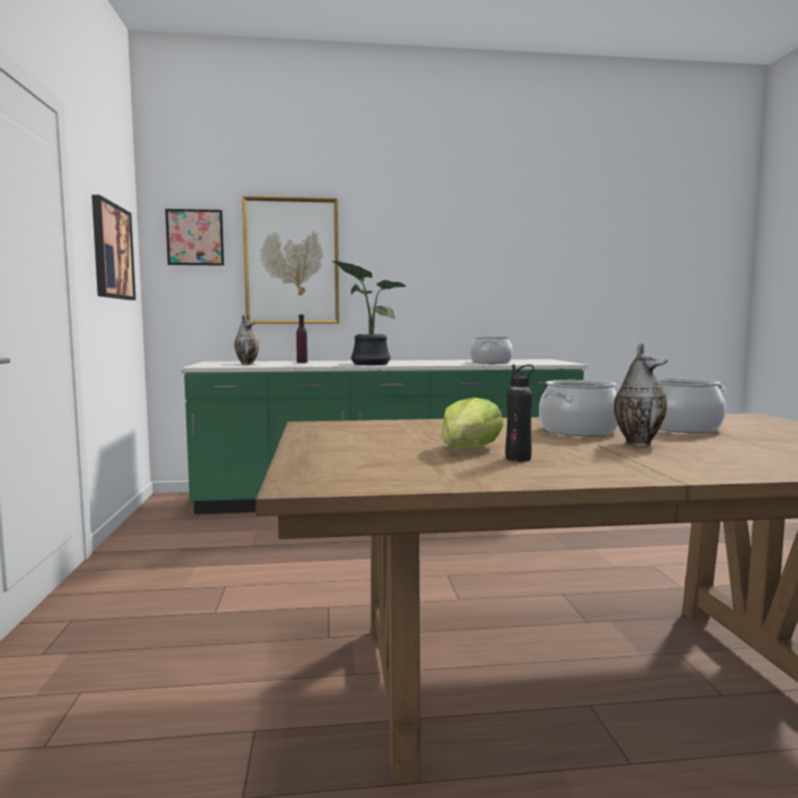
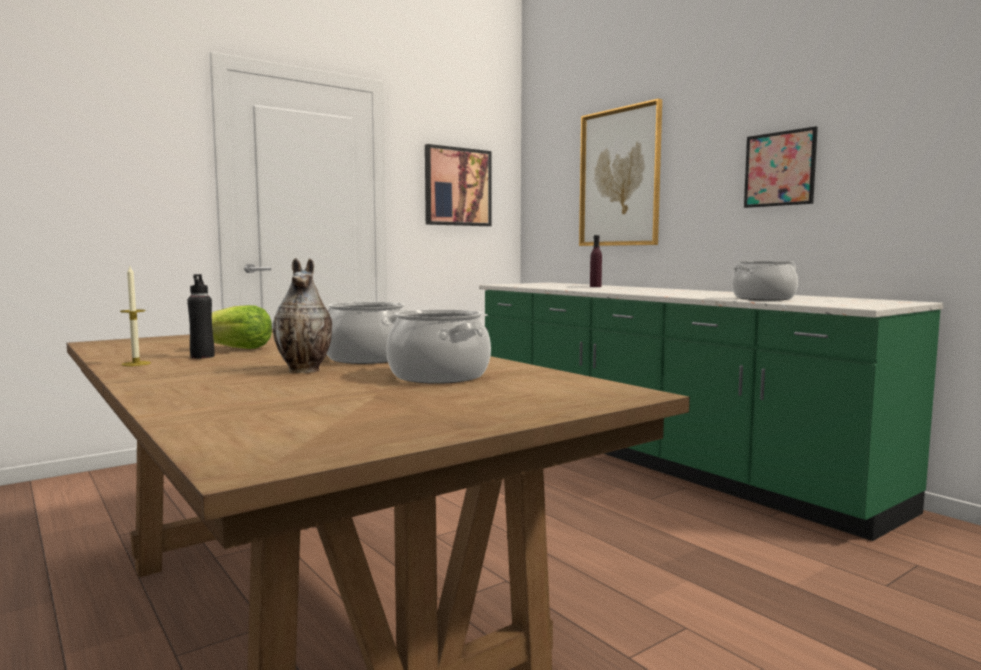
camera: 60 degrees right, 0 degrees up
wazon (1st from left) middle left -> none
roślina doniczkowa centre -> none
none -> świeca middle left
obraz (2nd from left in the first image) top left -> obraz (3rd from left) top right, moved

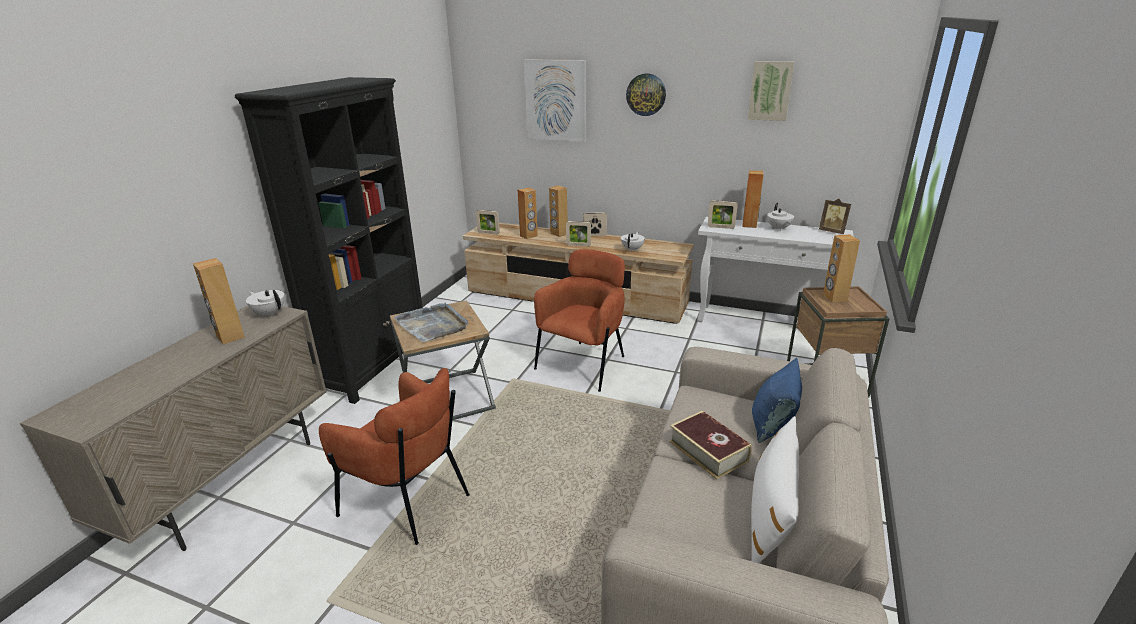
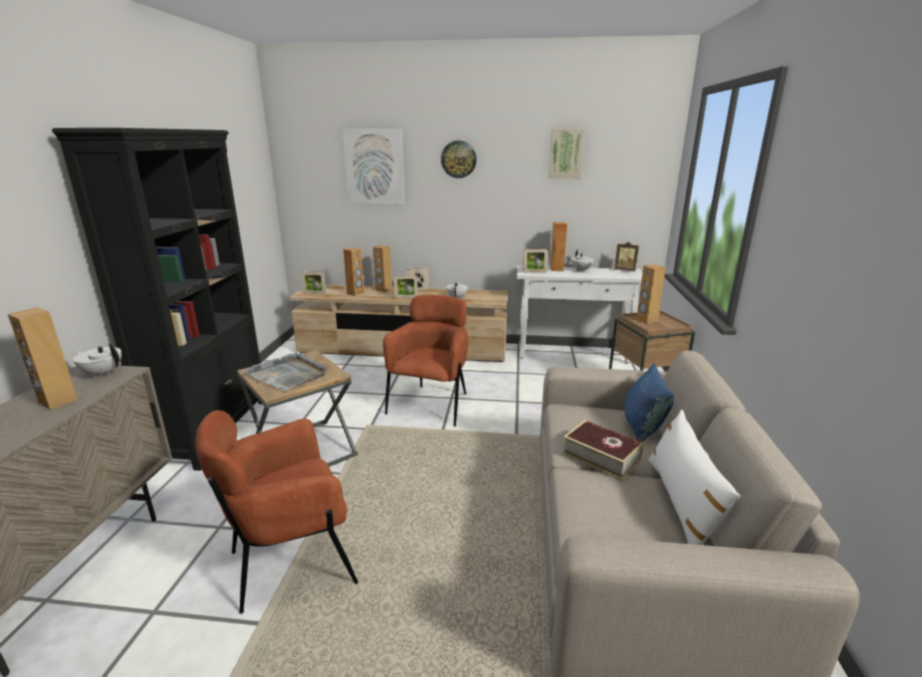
camera: 15 degrees left, 5 degrees down
fotel/brązowy (1st from left) bottom centre -> fotel/brązowy (1st from left) bottom left, 135 degrees clockwise

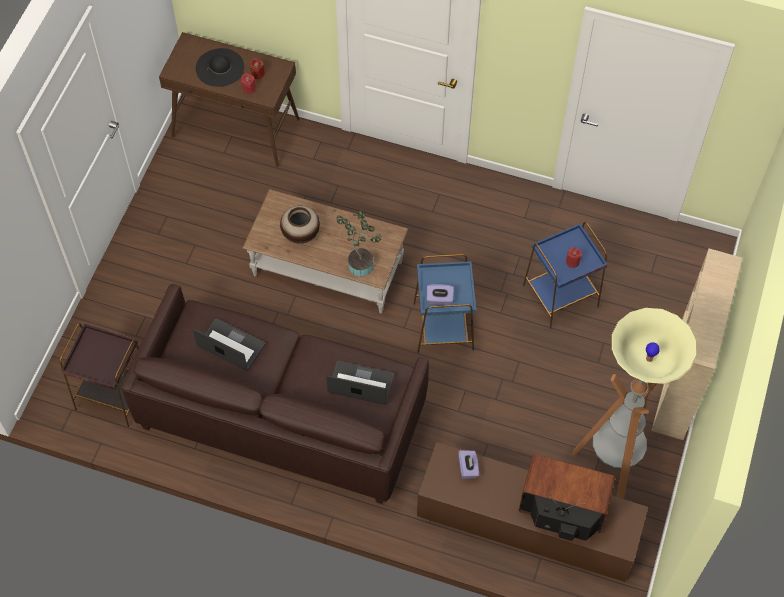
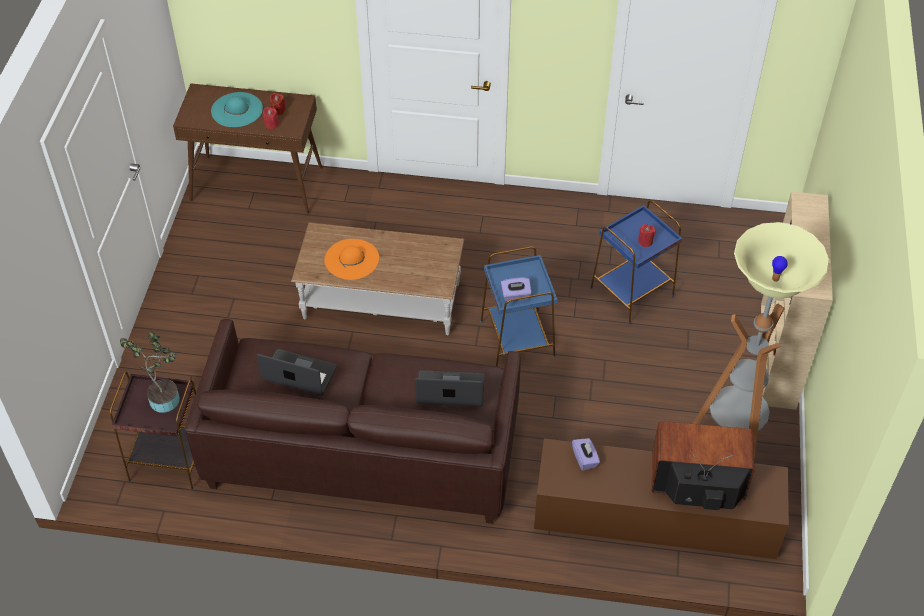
camera: 10 degrees left, 10 degrees down
roślina doniczkowa centre -> roślina doniczkowa middle left, moved
wazon centre -> kapelusz/pomarańczowy centre
kapelusz/czarny top left -> kapelusz/turkusowy top left

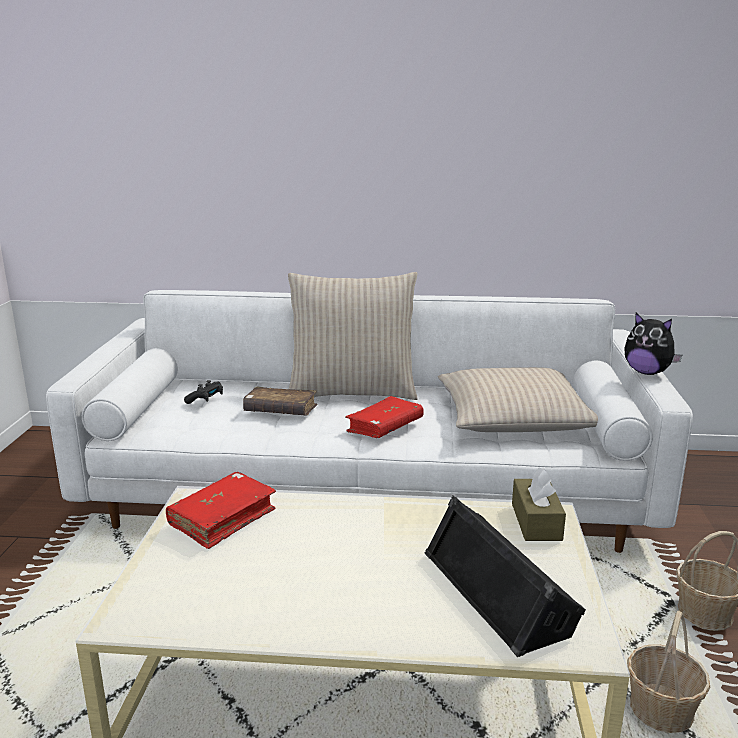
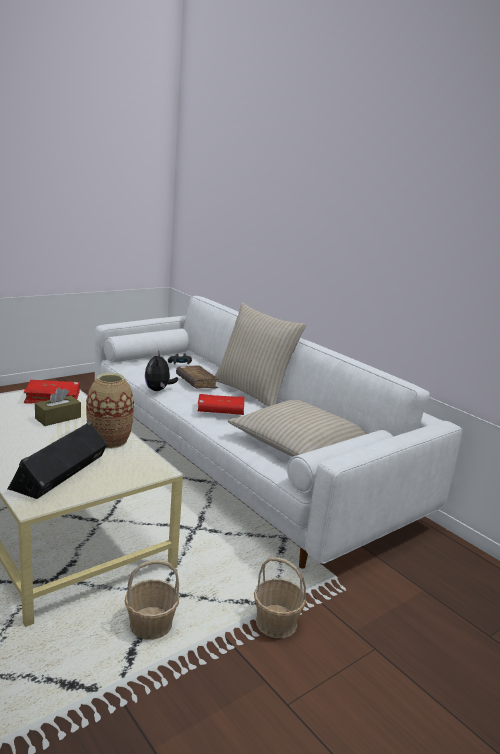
camera: 45 degrees right, 0 degrees up
none -> wazon middle left
pudełko chusteczek/brązowy bottom right -> pudełko chusteczek/brązowy middle left, moved
pluszak middle right -> pluszak middle left, moved

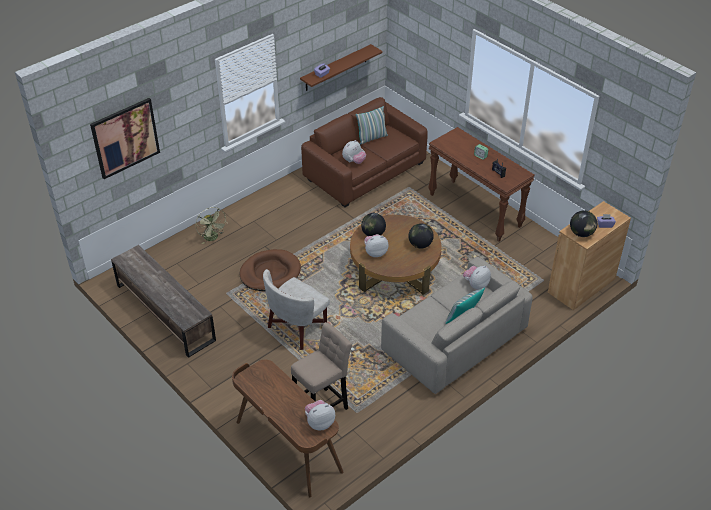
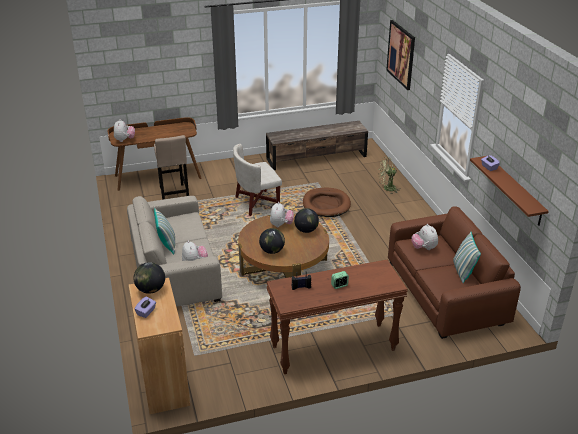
camera: 115 degrees right, 10 degrees down
fotel/biały centre, 90 degrees counterclockwise

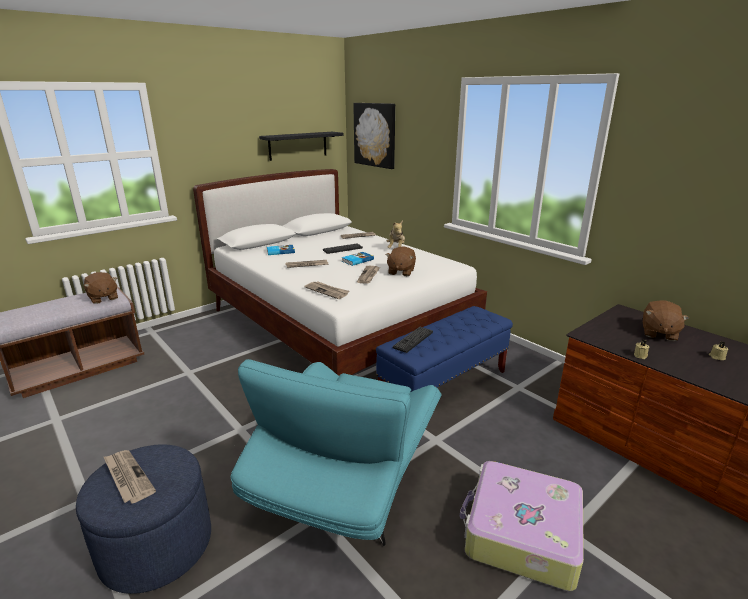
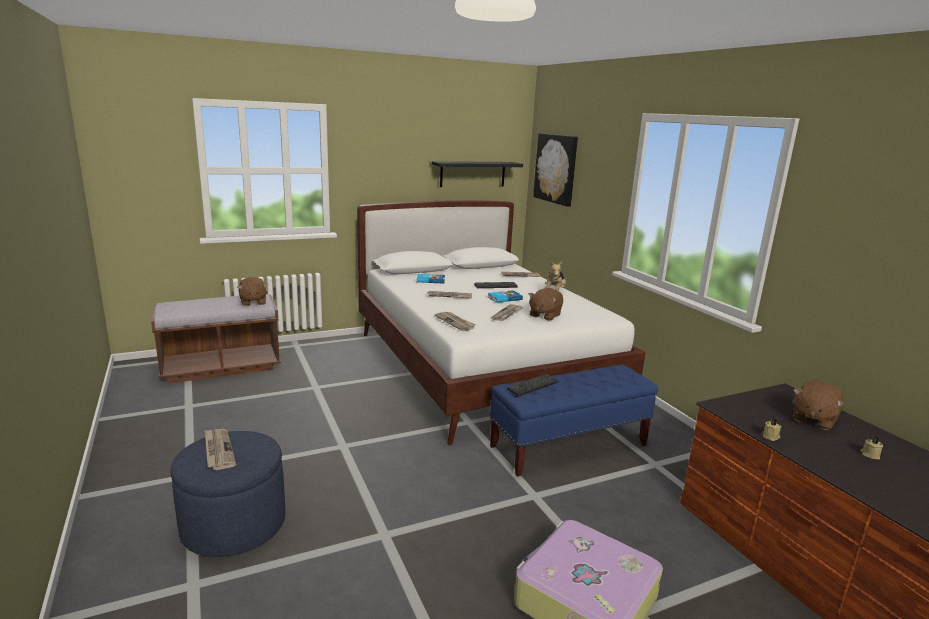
camera: 15 degrees right, 5 degrees down
fotel/turkusowy bottom centre -> none

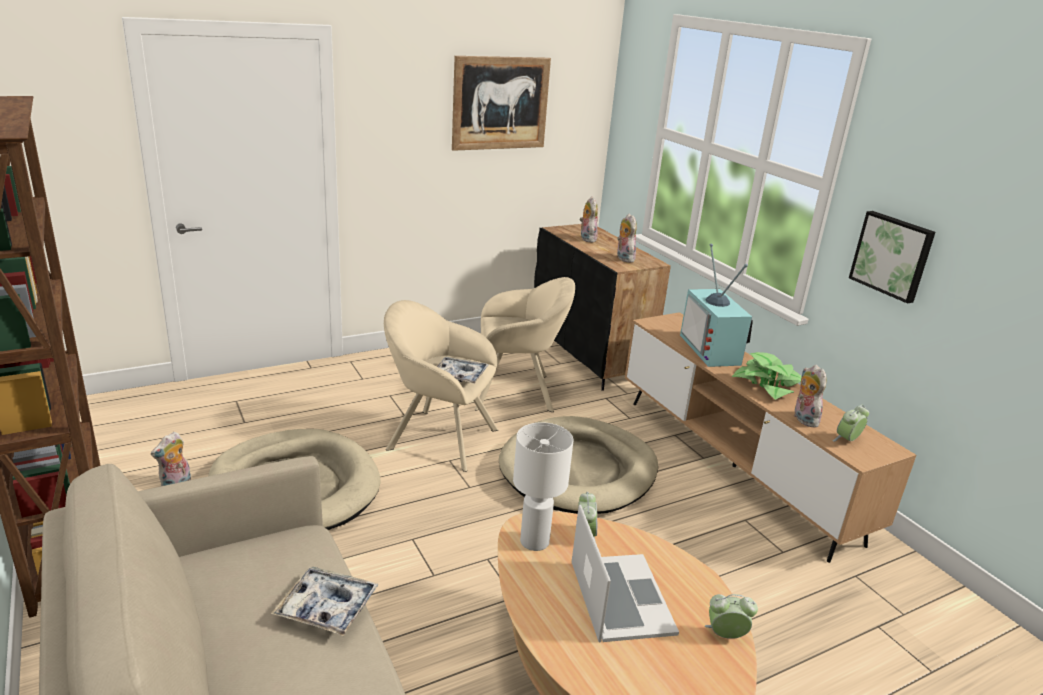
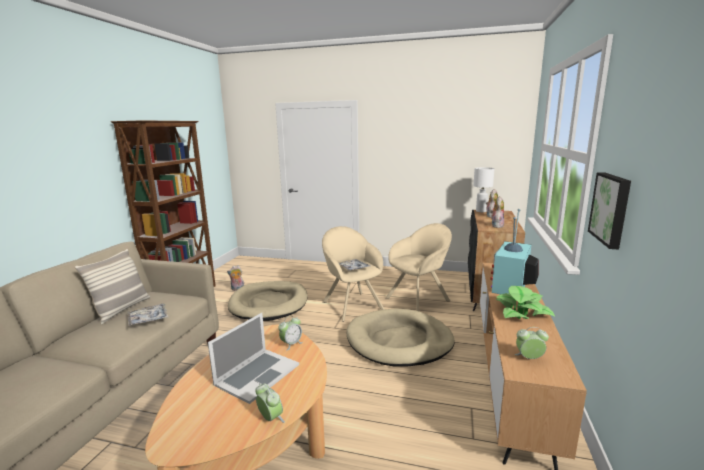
camera: 45 degrees right, 10 degrees down
obraz (1st from left) top centre -> none
pluszak (4th from left) middle right -> none
none -> poduszka middle left
lampa stołowa/biały bottom centre -> lampa stołowa/biały middle right, moved
fotel/beżowy (2nd from left) centre, 75 degrees counterclockwise

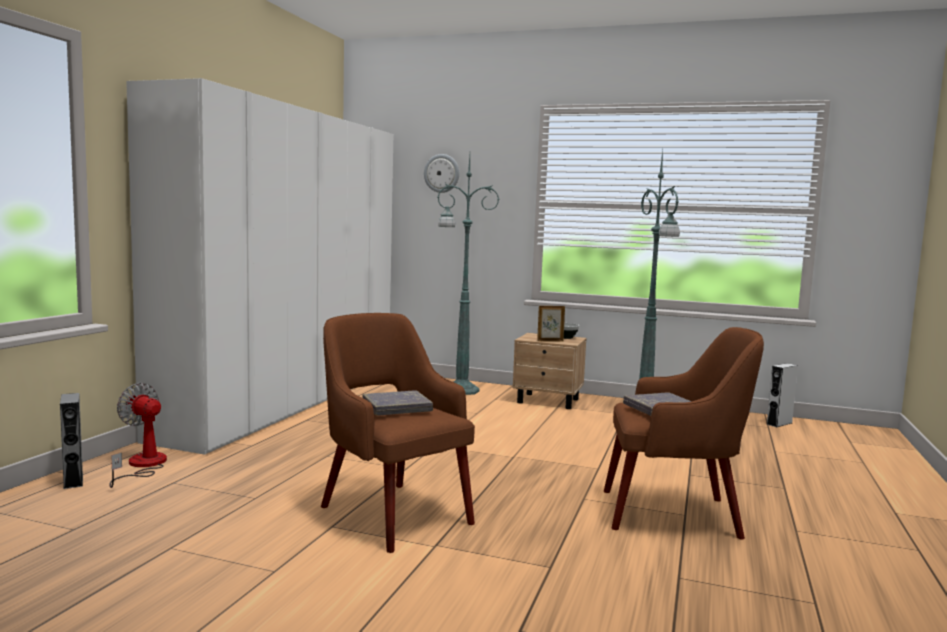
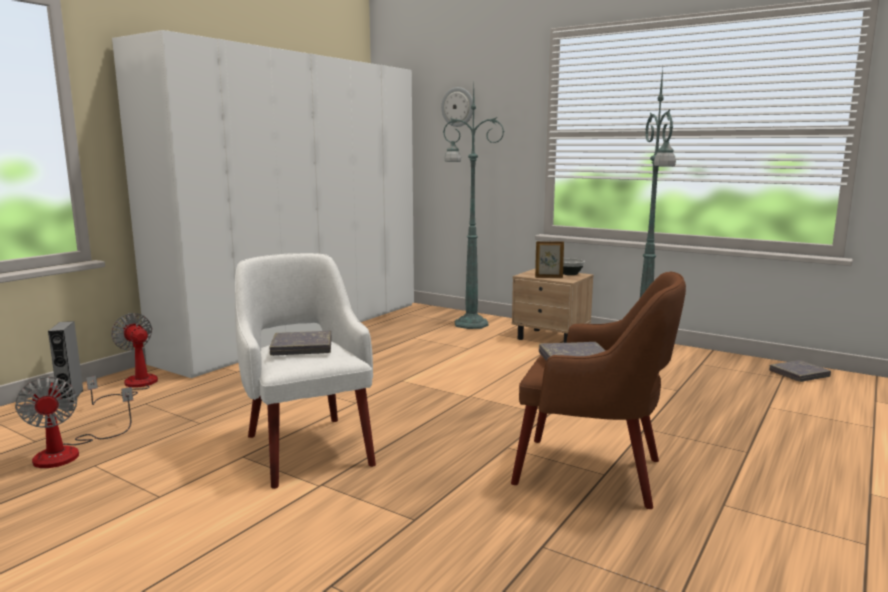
camera: 15 degrees right, 5 degrees up
none -> wentylator (1st from left) bottom left
głośnik/szary (2nd from left) middle right -> książka/szary (3rd from left) middle right
fotel/brązowy (1st from left) bottom centre -> fotel/biały centre

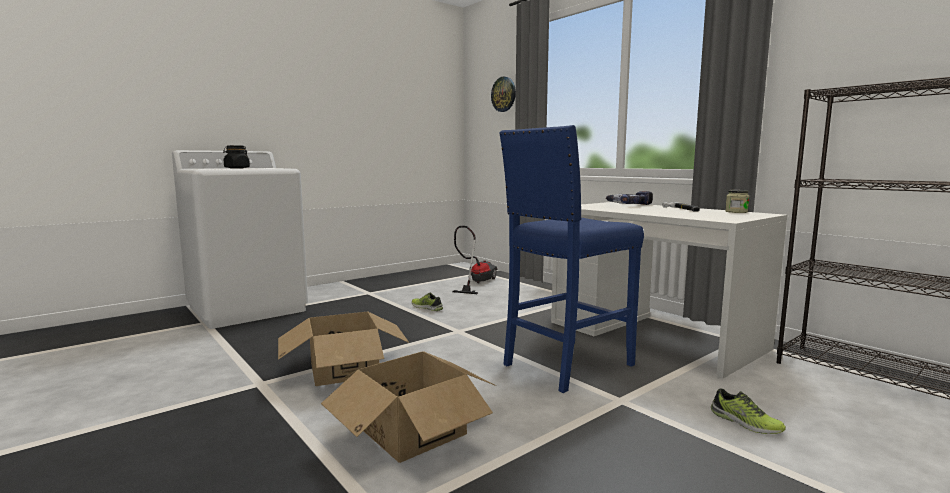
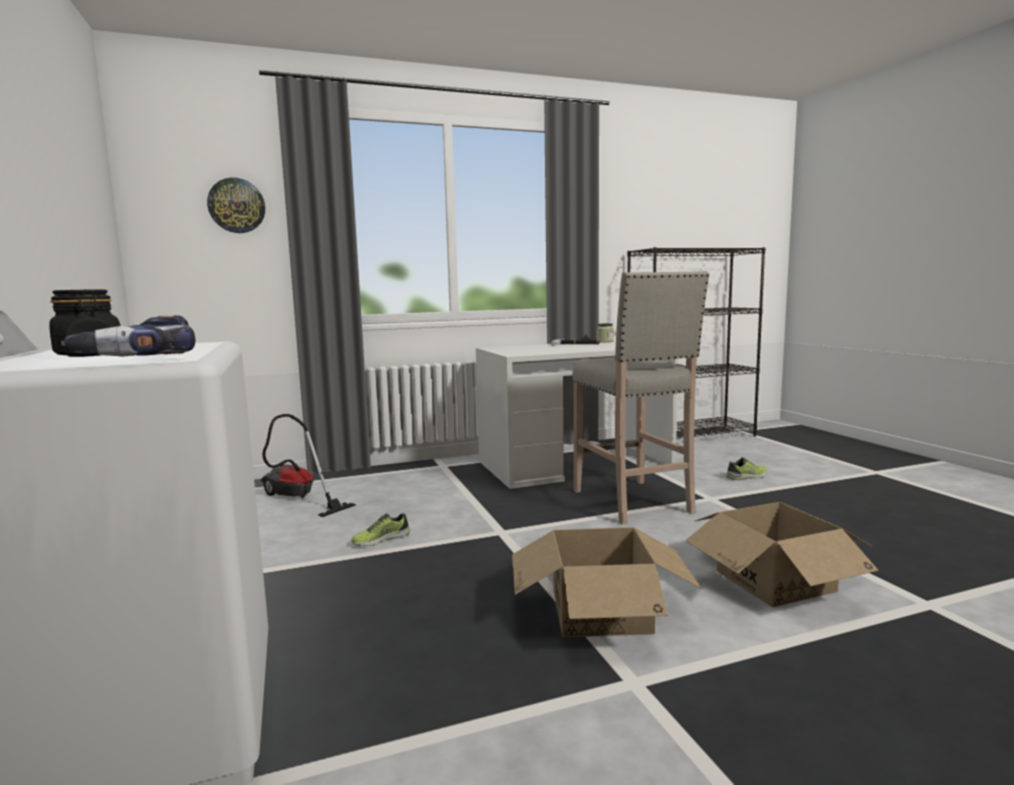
camera: 70 degrees left, 0 degrees up
wiertarka centre -> wiertarka middle left, moved
stołek/niebieski centre -> stołek/beżowy centre

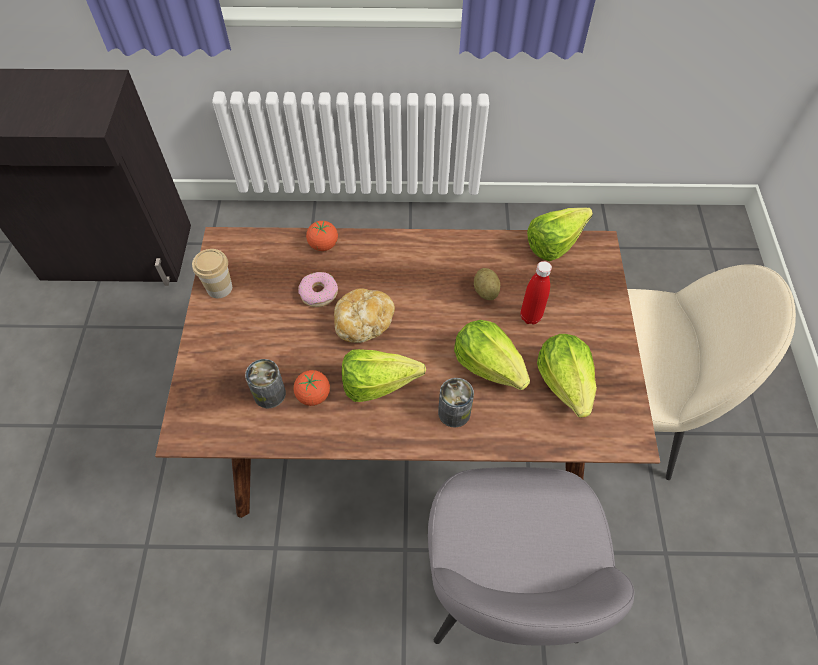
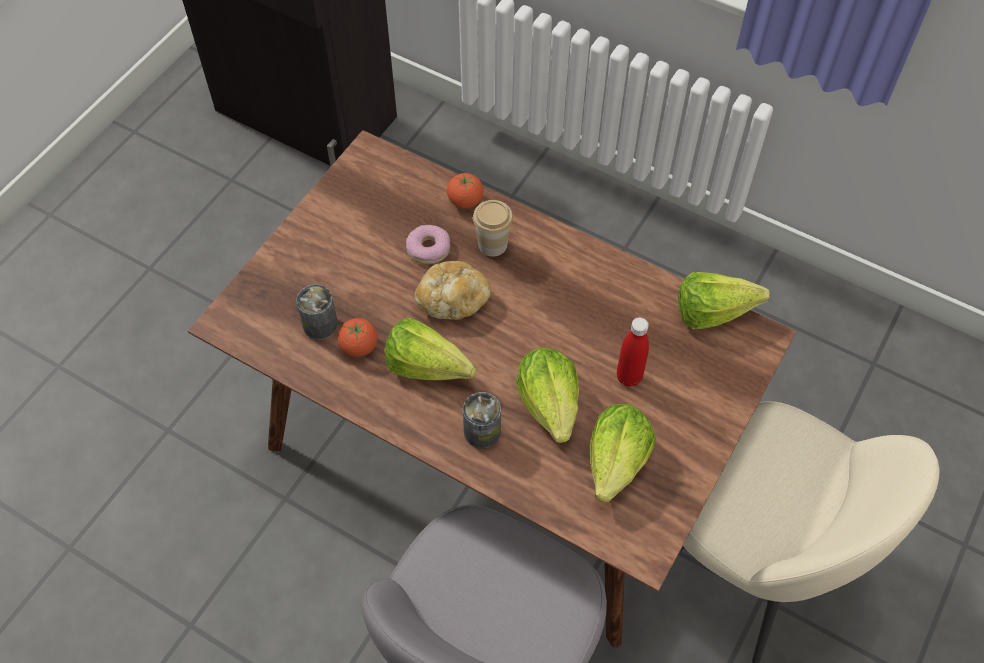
camera: 30 degrees right, 0 degrees up
ziemniak centre -> none
filiżanka middle left -> filiżanka centre, moved

